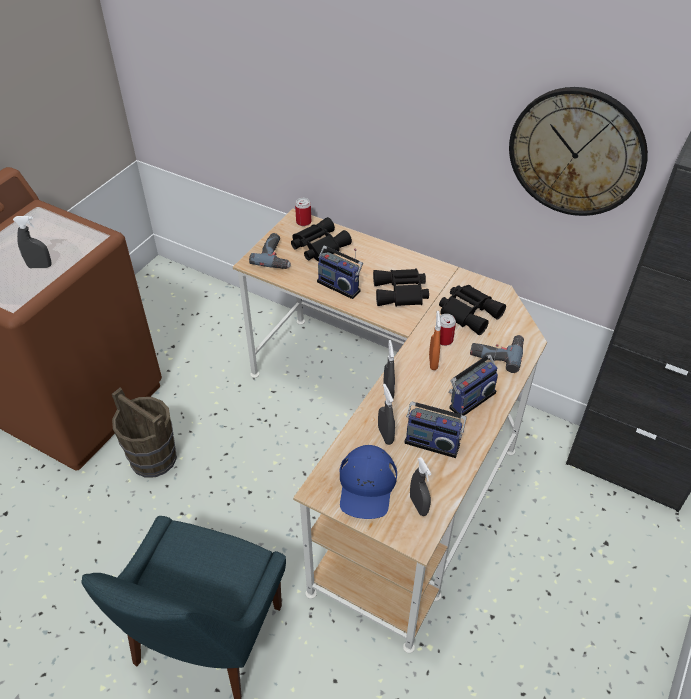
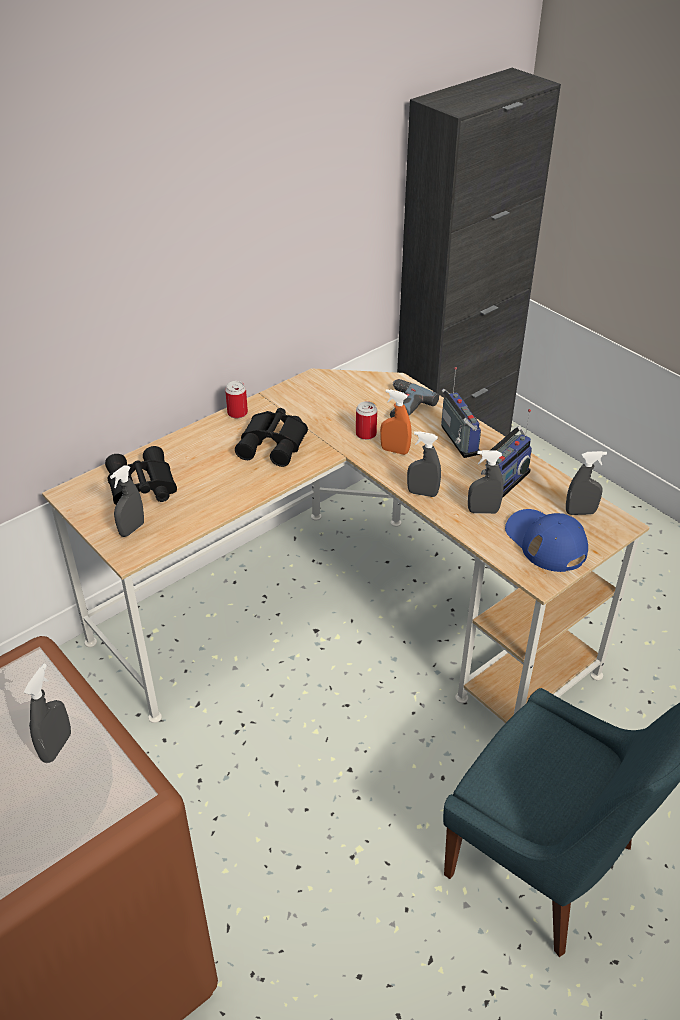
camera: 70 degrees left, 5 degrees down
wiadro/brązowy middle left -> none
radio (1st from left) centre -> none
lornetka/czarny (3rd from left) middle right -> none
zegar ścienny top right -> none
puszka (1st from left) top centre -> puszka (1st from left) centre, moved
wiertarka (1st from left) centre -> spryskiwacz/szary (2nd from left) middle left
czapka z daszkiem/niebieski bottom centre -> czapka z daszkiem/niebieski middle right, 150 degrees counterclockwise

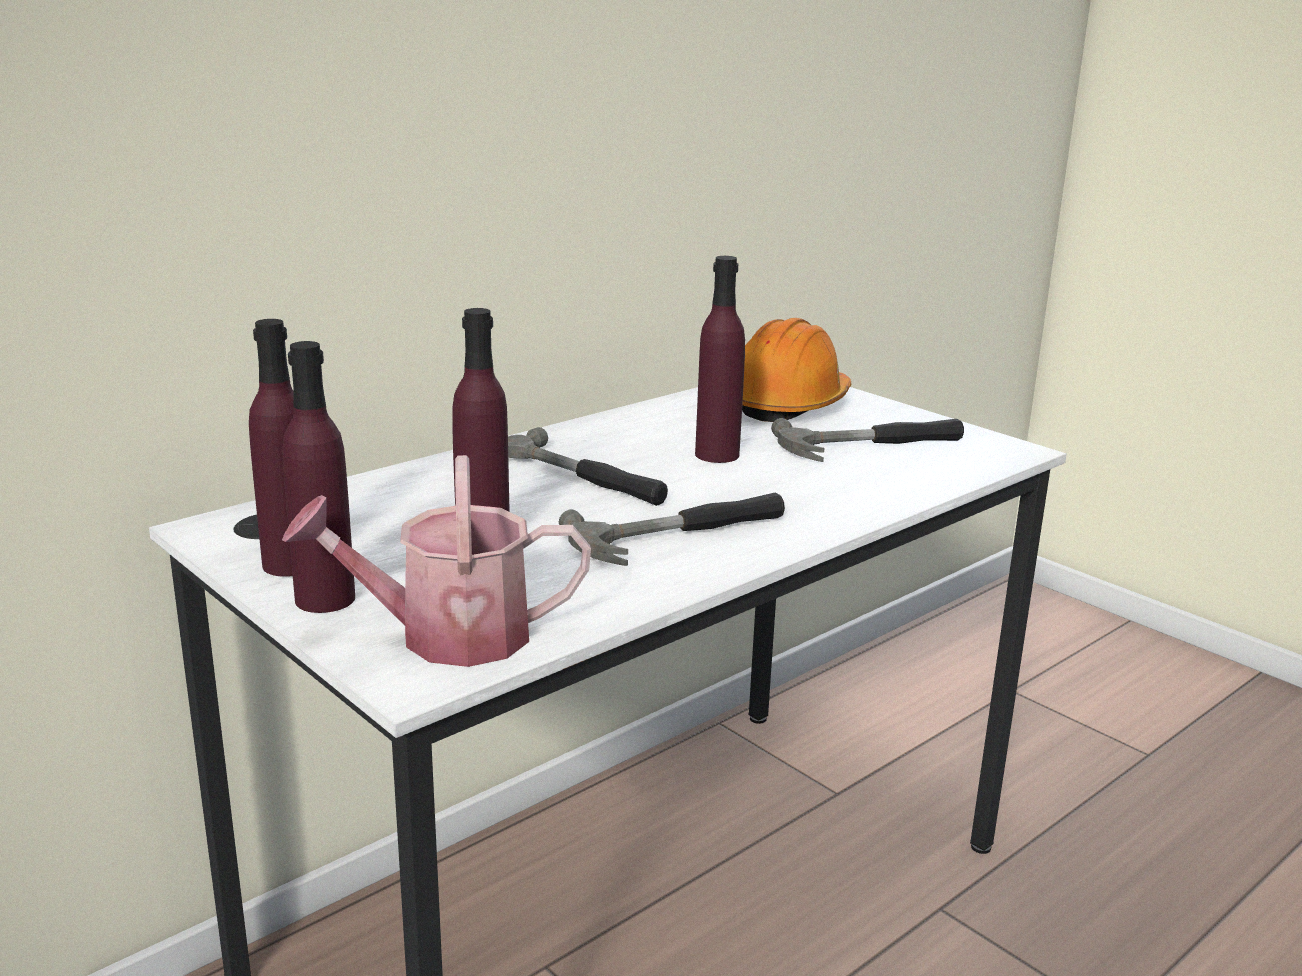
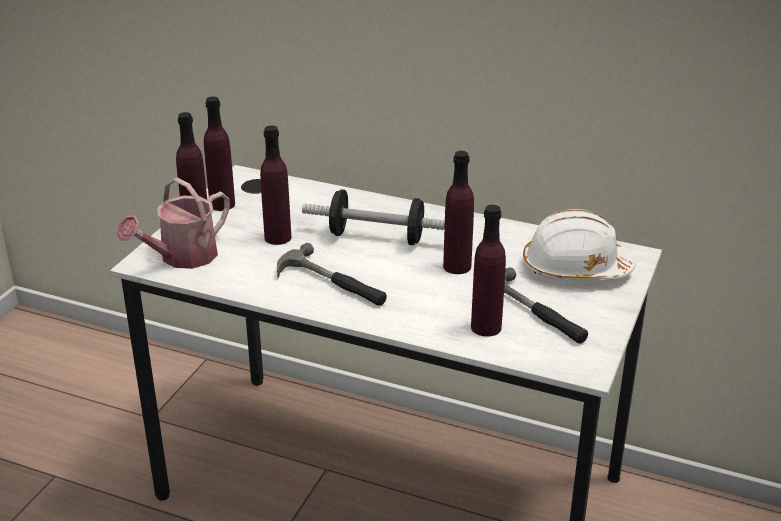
camera: 65 degrees right, 10 degrees up
none -> butelka/fioletowy (5th from left) centre
młotek (1st from left) centre -> hantel centre
kask/pomarańczowy centre -> kask/biały middle right
konewka centre -> konewka middle left, 105 degrees counterclockwise

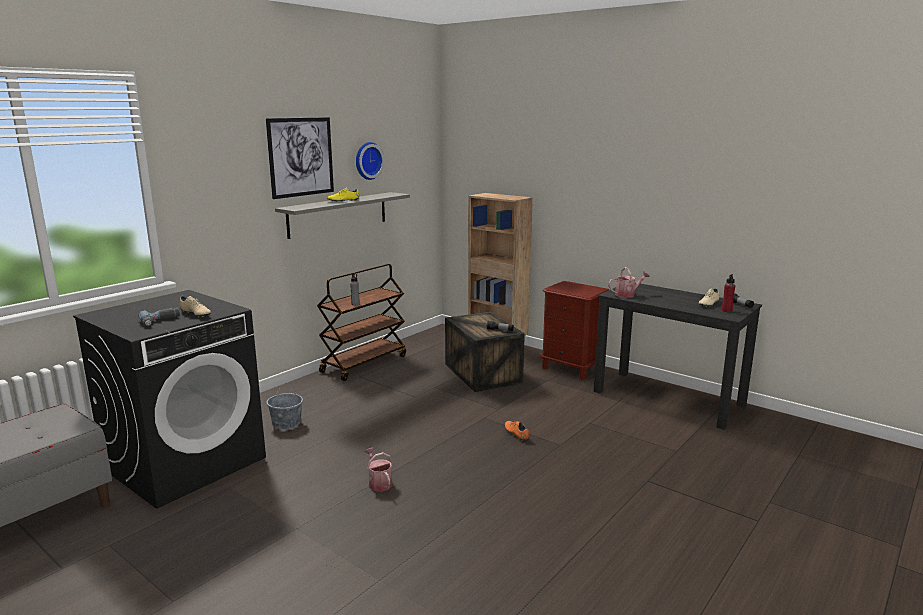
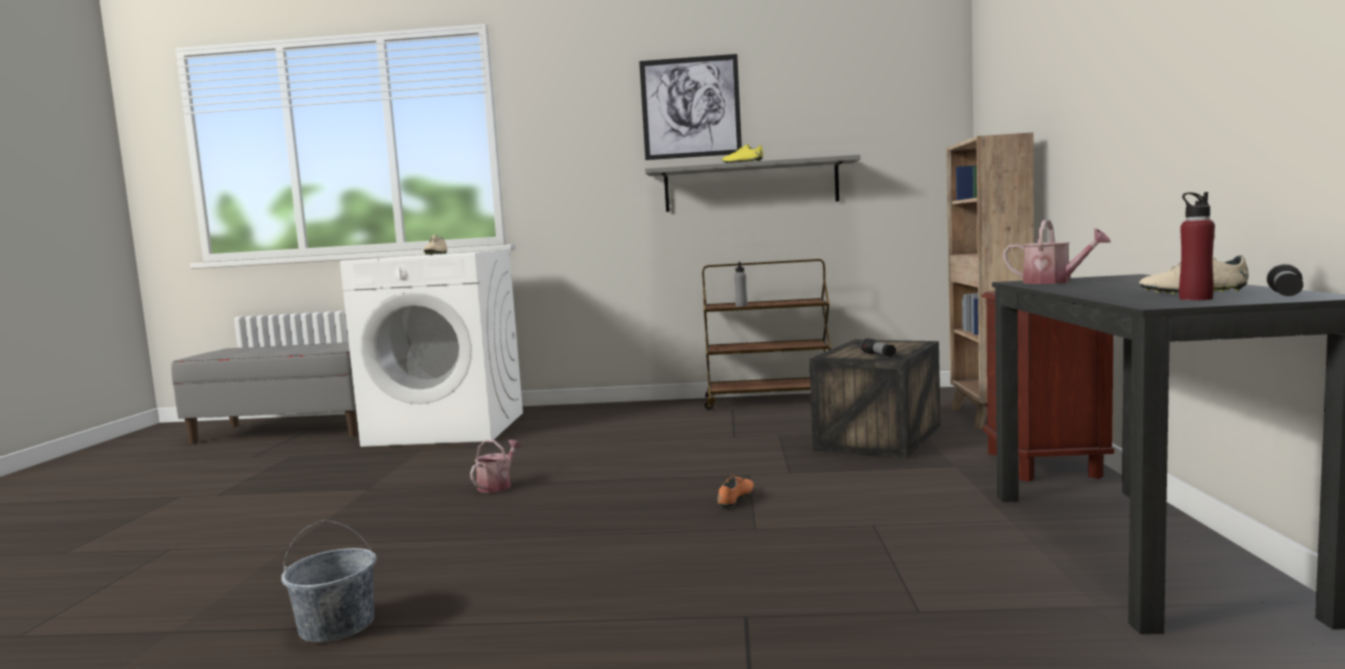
camera: 55 degrees right, 10 degrees down
wiertarka middle left -> none
zegar ścienny top centre -> none
wiadro/szary middle left -> wiadro/szary bottom left, moved
pralka/czarny middle left -> pralka/biały middle left

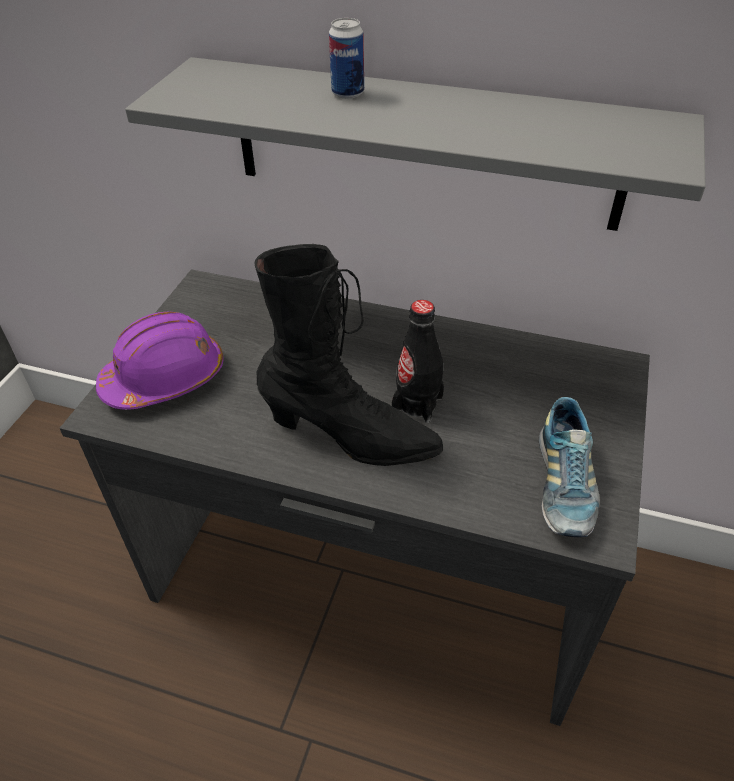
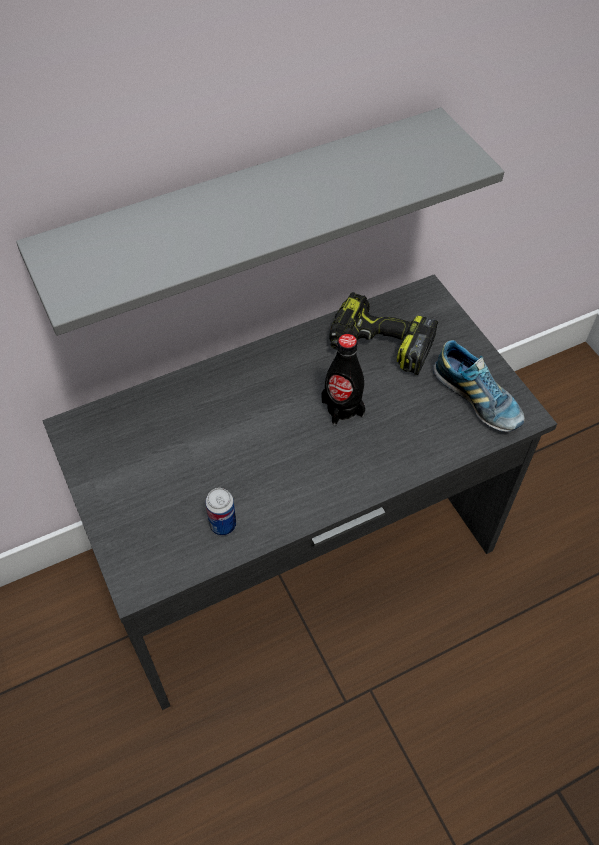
camera: 45 degrees left, 10 degrees up
kask/fioletowy middle left -> none
but z cholewką/czarny centre -> none
none -> wiertarka centre
puszka top centre -> puszka centre, moved

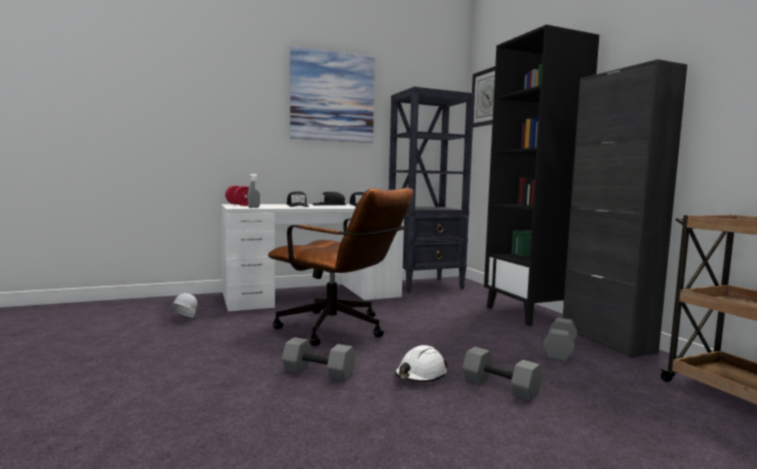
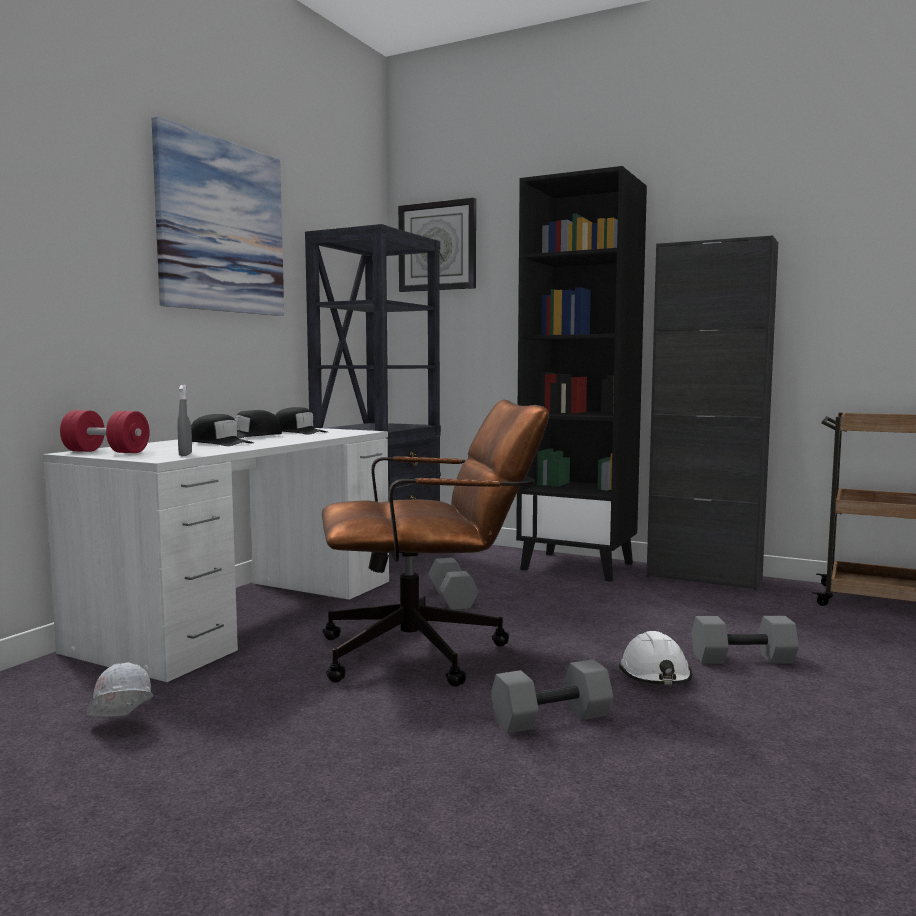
camera: 40 degrees left, 0 degrees up
hantel/szary (3rd from left in the first image) bottom right -> hantel/szary (1st from left) centre, moved

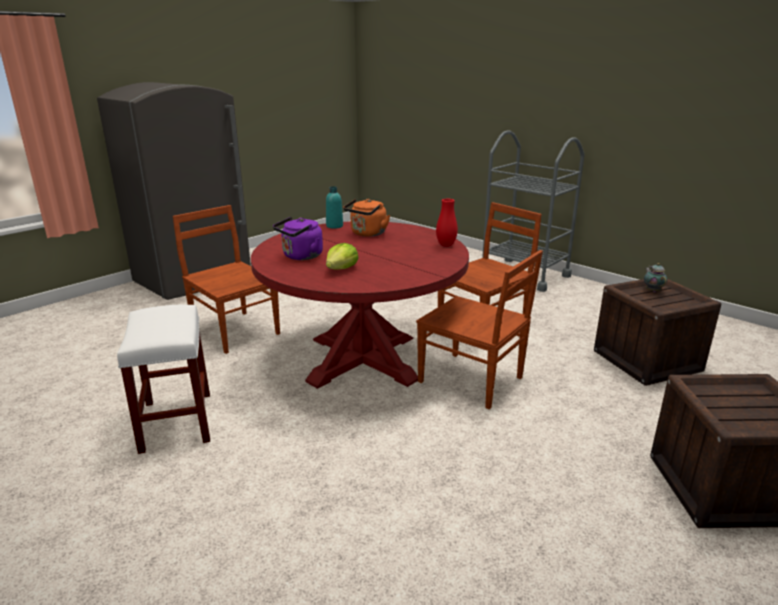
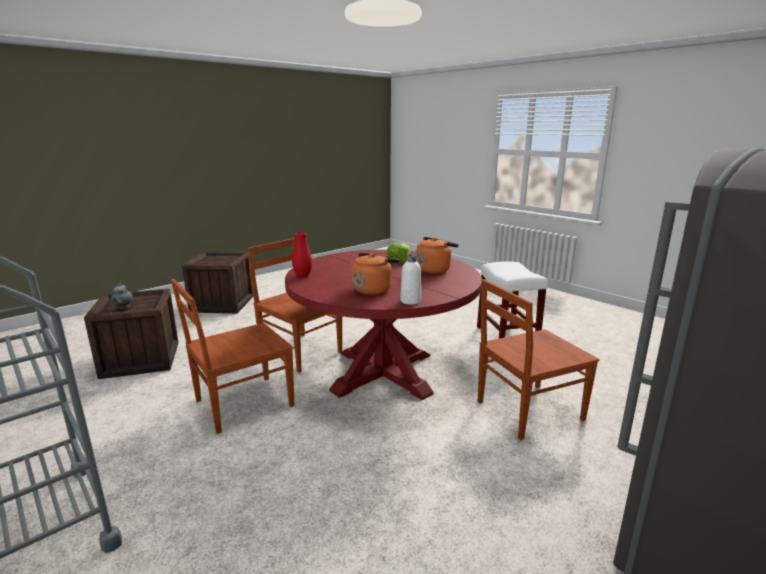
camera: 175 degrees left, 5 degrees down
czajnik/fioletowy centre -> czajnik/pomarańczowy (2nd from left) centre
butelka/turkusowy centre -> butelka/biały centre
krzesło/brązowy (1st from left in the first image) middle left -> krzesło/brązowy (3rd from left) middle right, 105 degrees clockwise

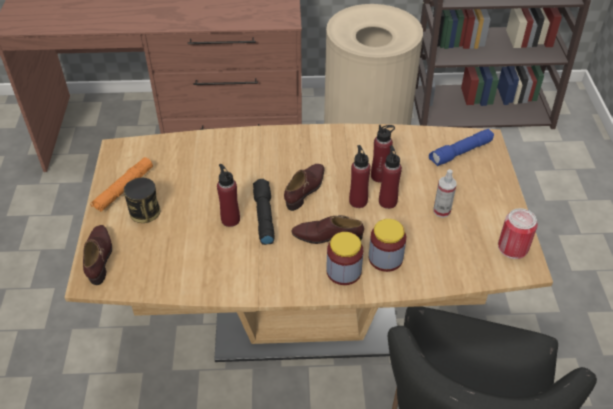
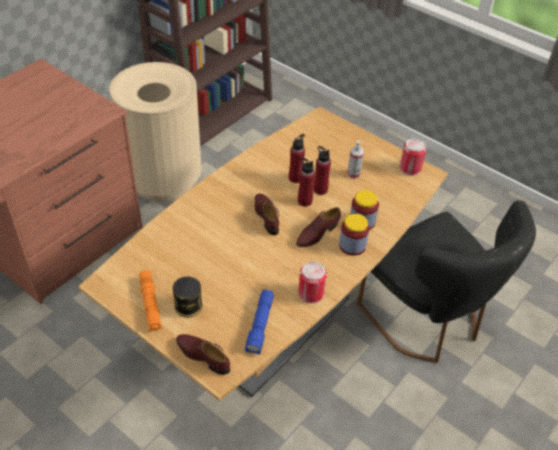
camera: 50 degrees left, 0 degrees up
butelka/czerwony (1st from left) centre -> none
latarka/czarny centre -> none
none -> puszka (2nd from left) centre
latarka/niebieski middle right -> latarka/niebieski bottom centre, moved

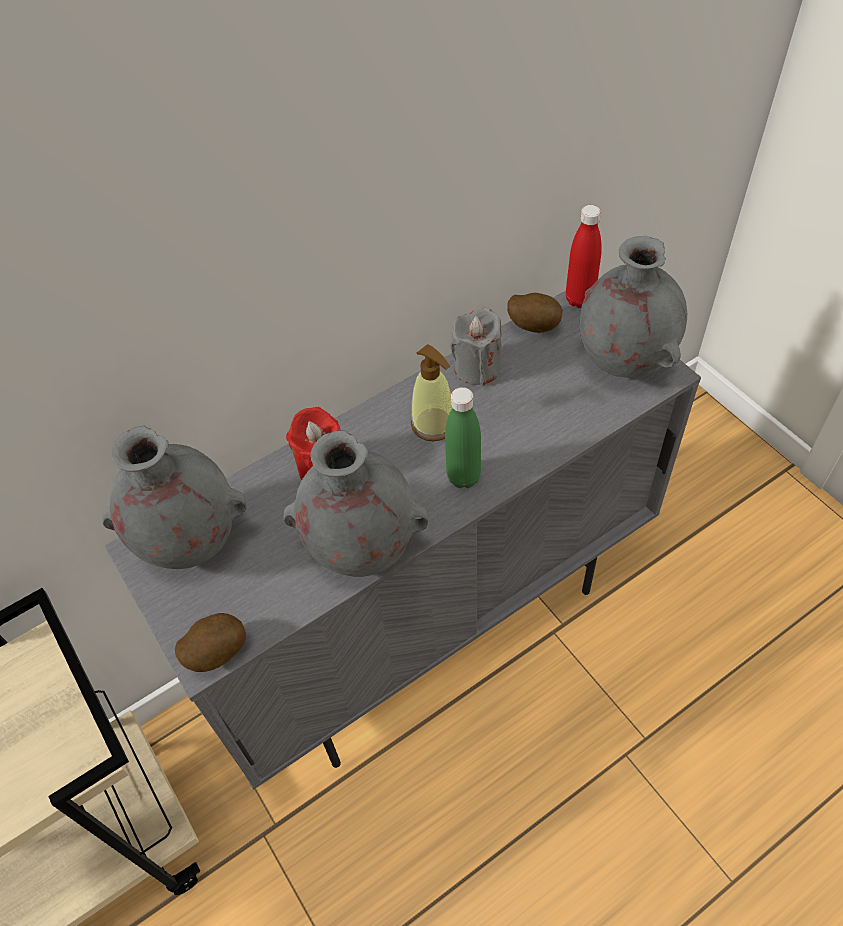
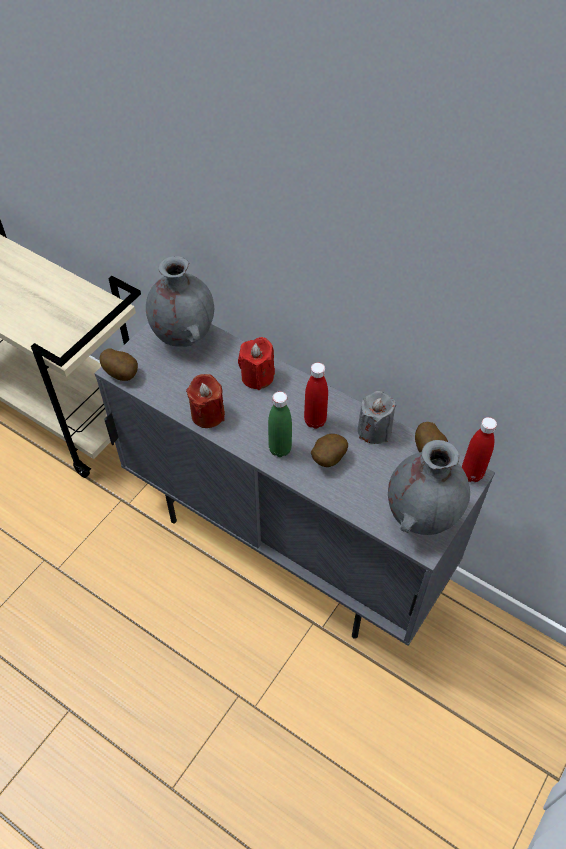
camera: 65 degrees right, 0 degrees up
none -> ziemniak (2nd from left) centre
wazon/szary (2nd from left) centre -> świeca/czerwony (1st from left) centre
dozownik mydła centre -> butelka/czerwony (1st from left) centre

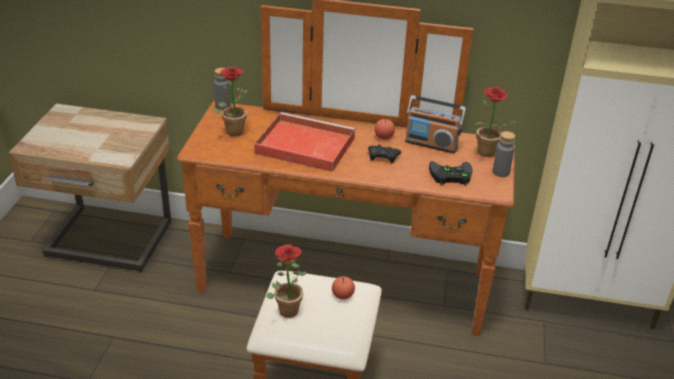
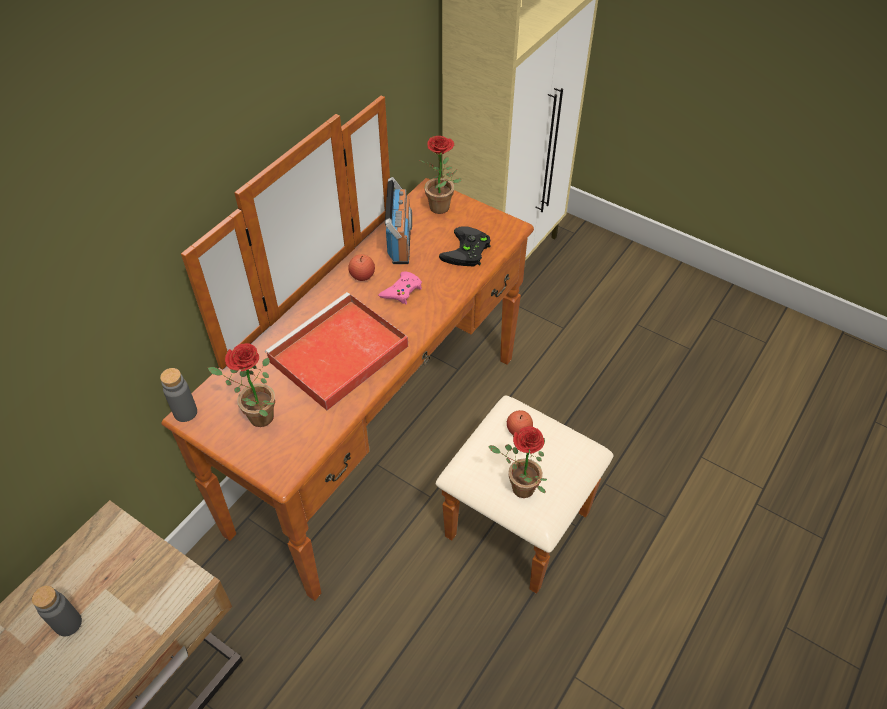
camera: 65 degrees left, 15 degrees up
butelka/szary (2nd from left in the first image) middle right -> butelka/szary (1st from left) bottom left, moved
pad do gier/czarny (1st from left) centre -> pad do gier/różowy centre
radio top centre, 45 degrees counterclockwise

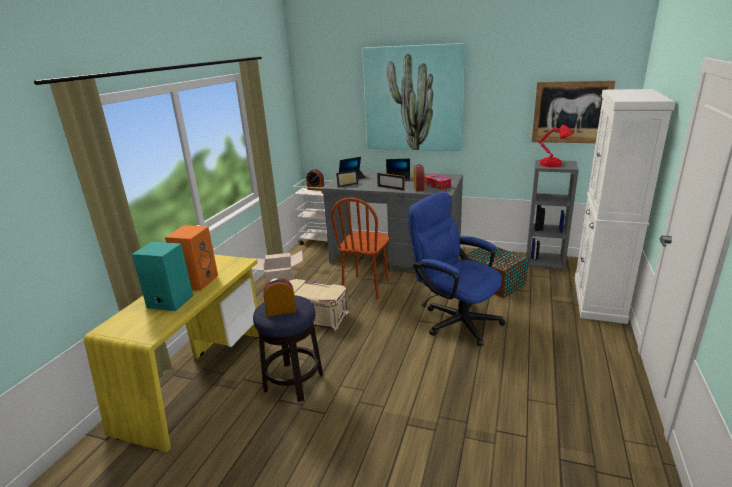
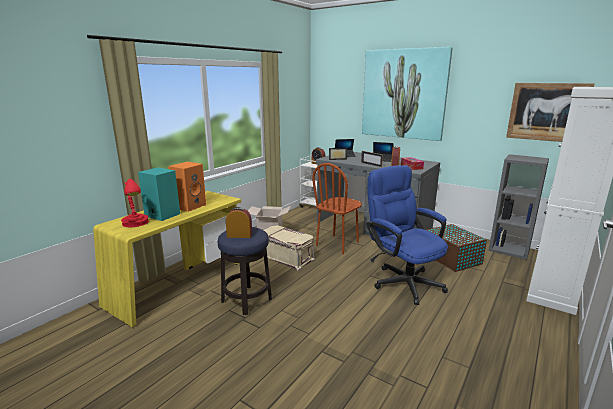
camera: 15 degrees right, 5 degrees down
lampa stołowa/czerwony top right -> lampa stołowa/czerwony middle left, moved

